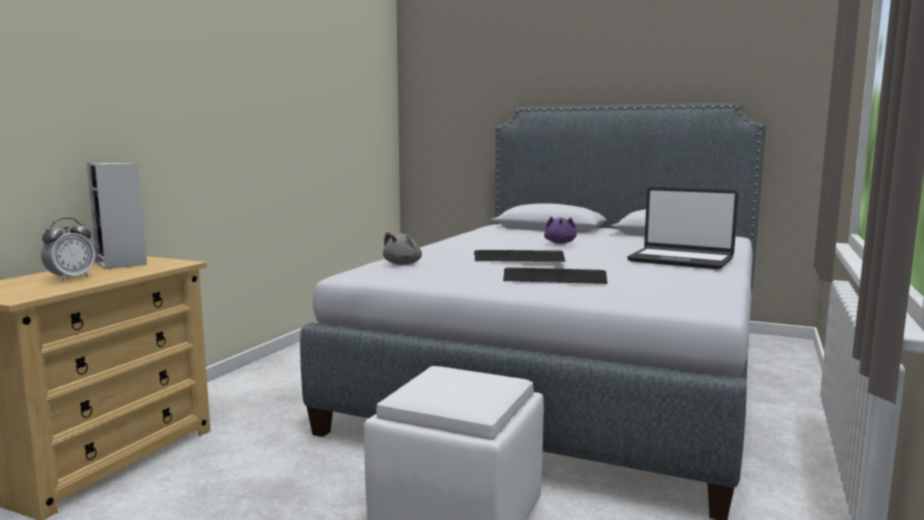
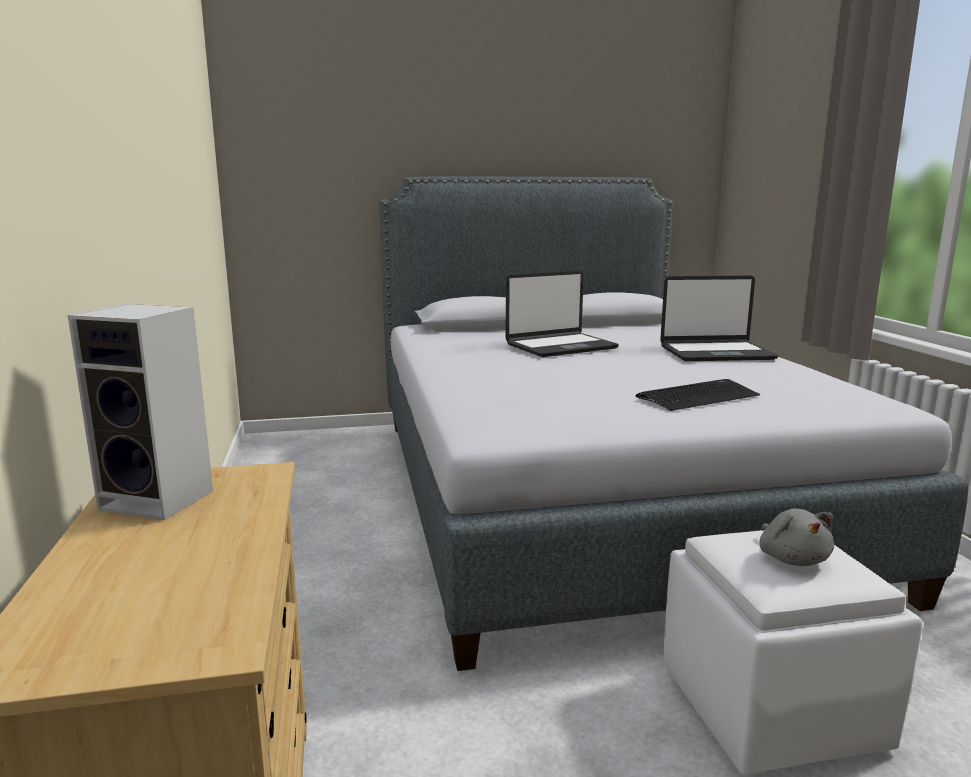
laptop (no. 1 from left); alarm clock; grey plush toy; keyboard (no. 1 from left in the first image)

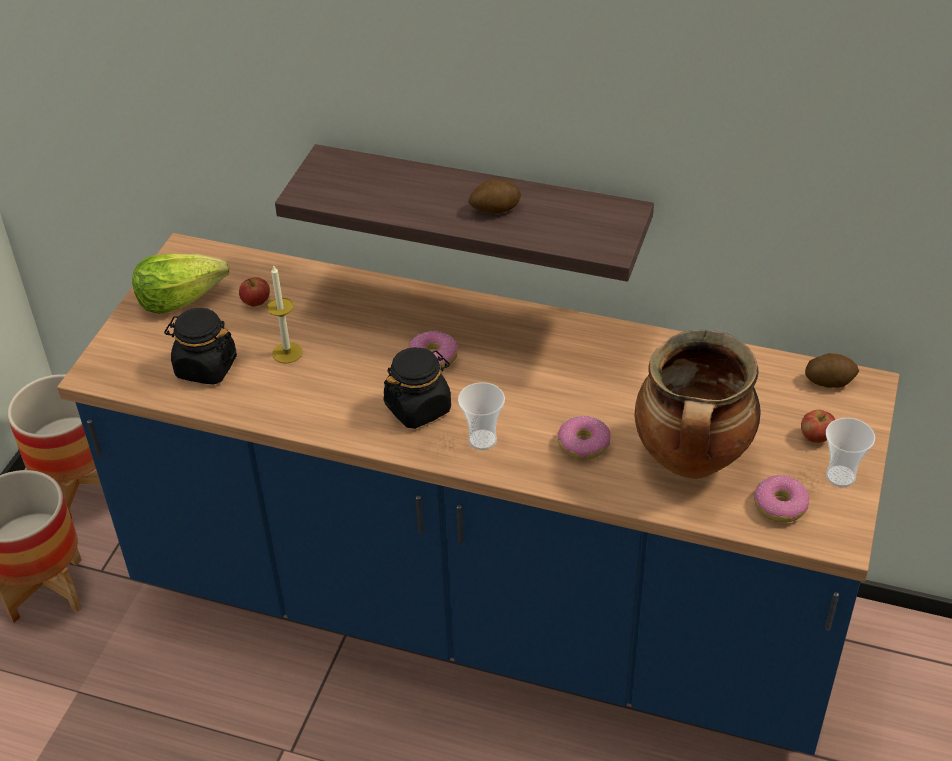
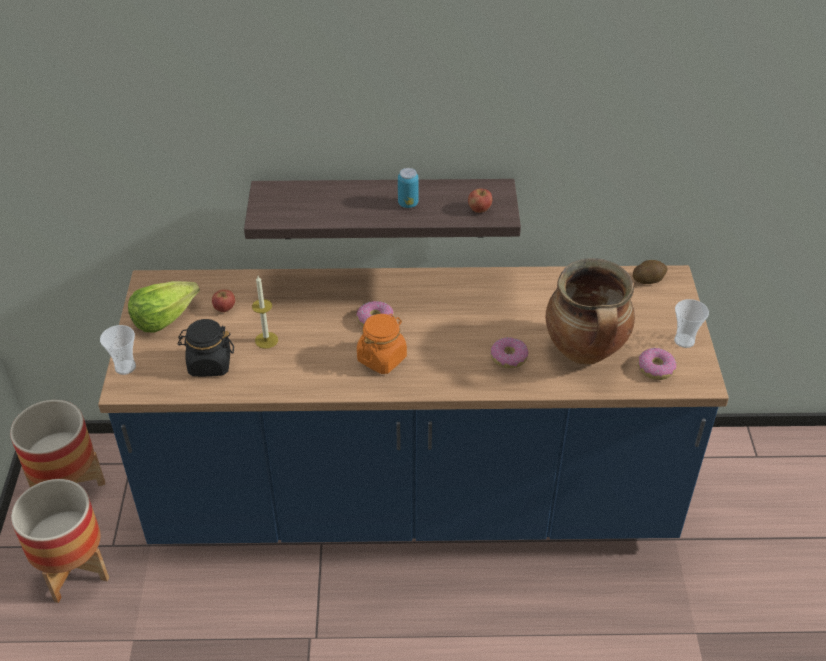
can; orange jar; cup (no. 1 from left); apple (no. 2 from left)

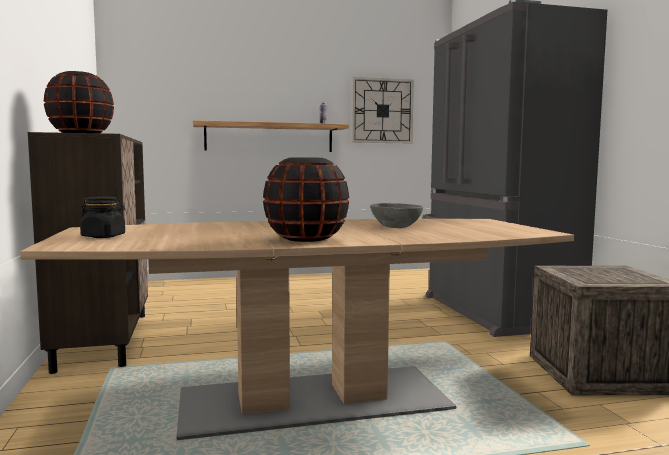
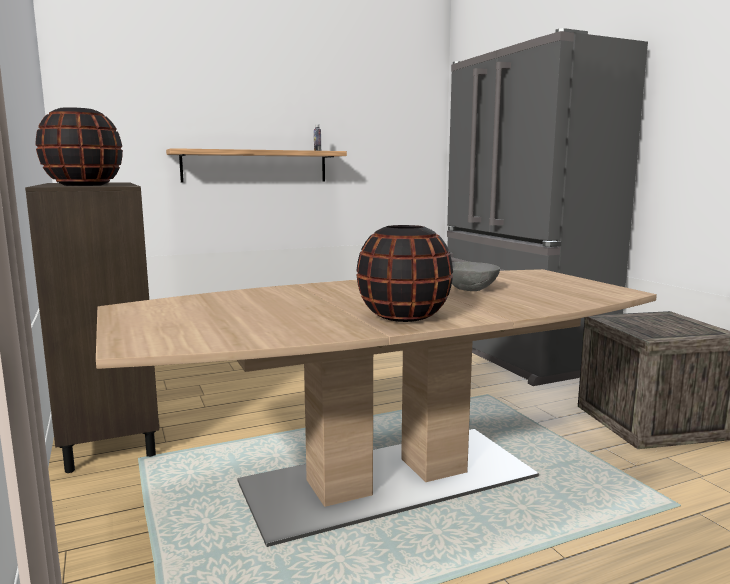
wall clock; black jar

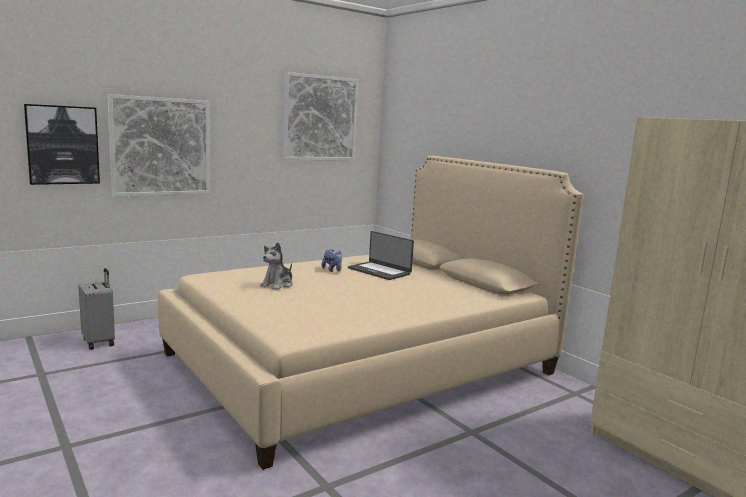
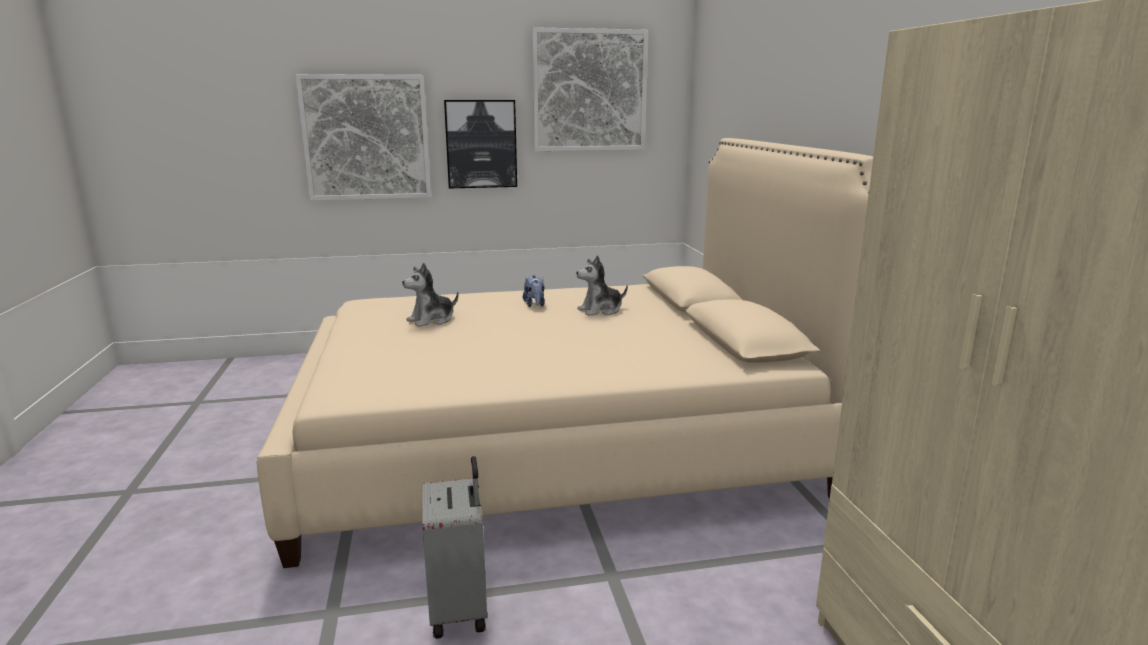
picture (no. 2 from left); plush toy (no. 3 from left); grey suitcase

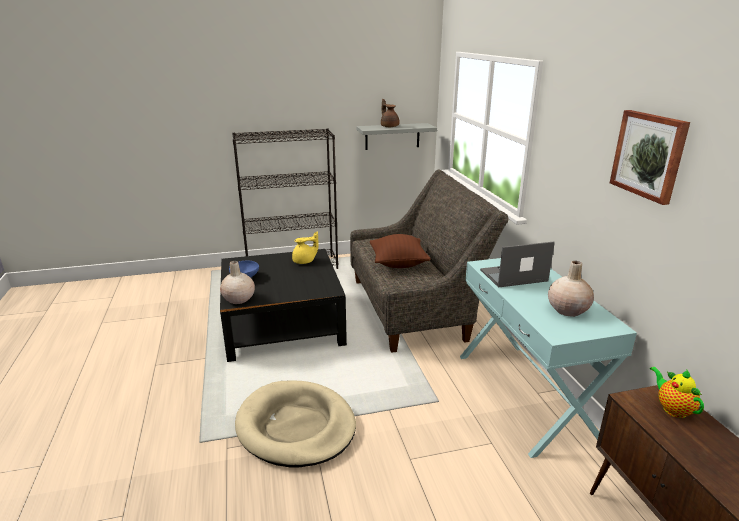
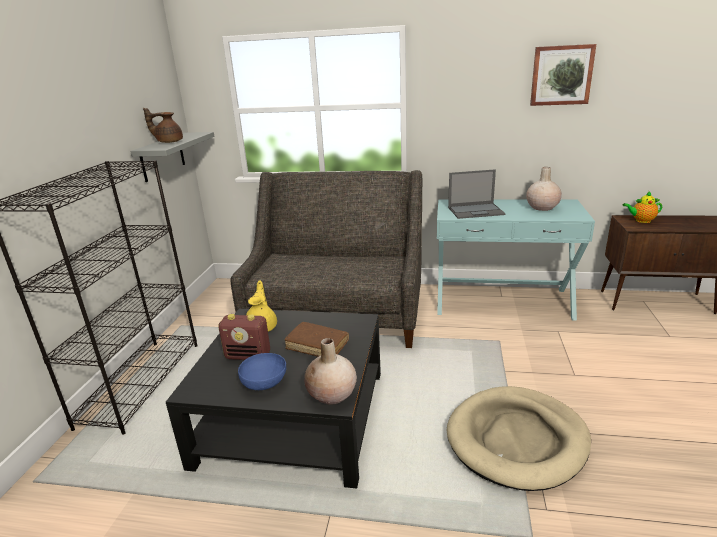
brown pillow; laptop; radio; brown book

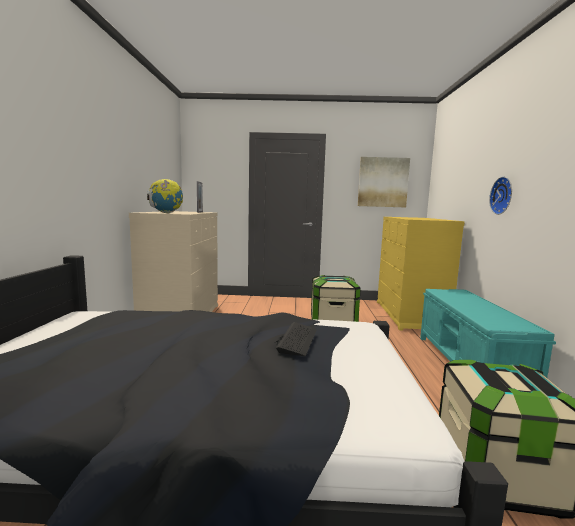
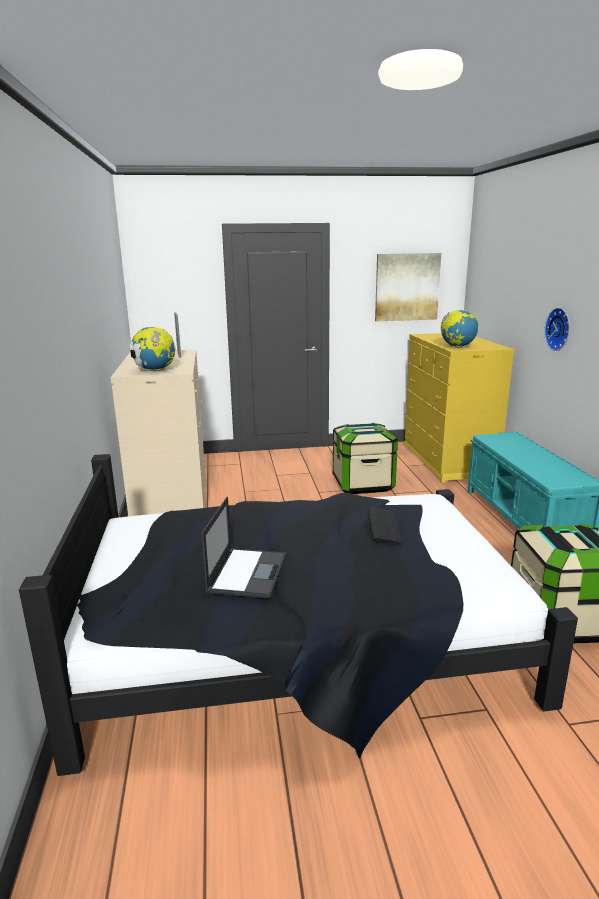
globe (no. 2 from left); laptop

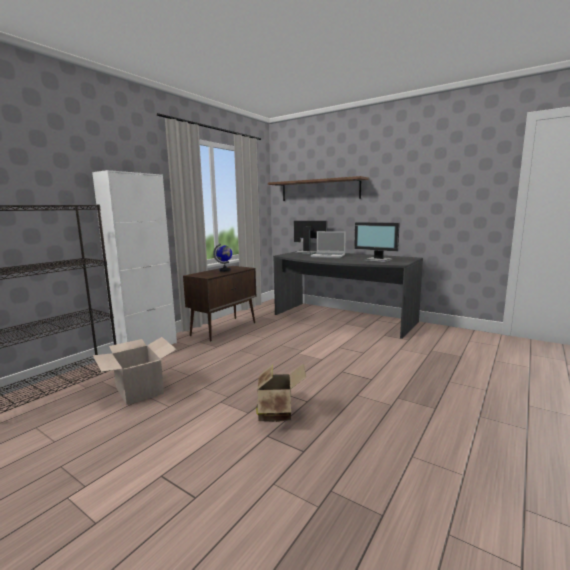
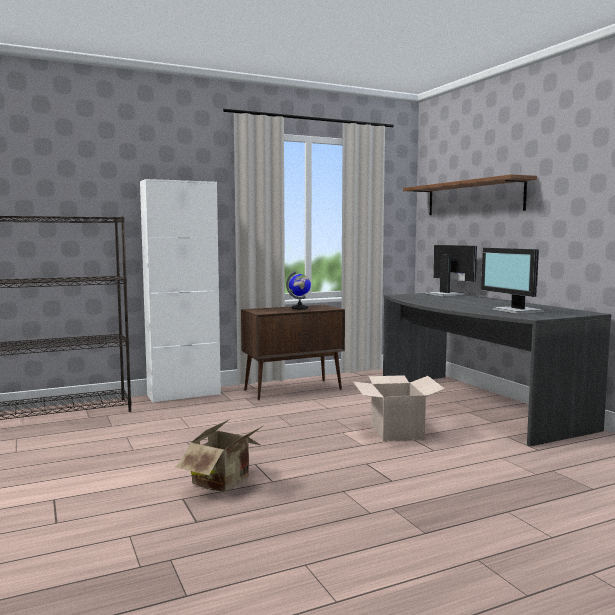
laptop; cardboard box (no. 2 from left)

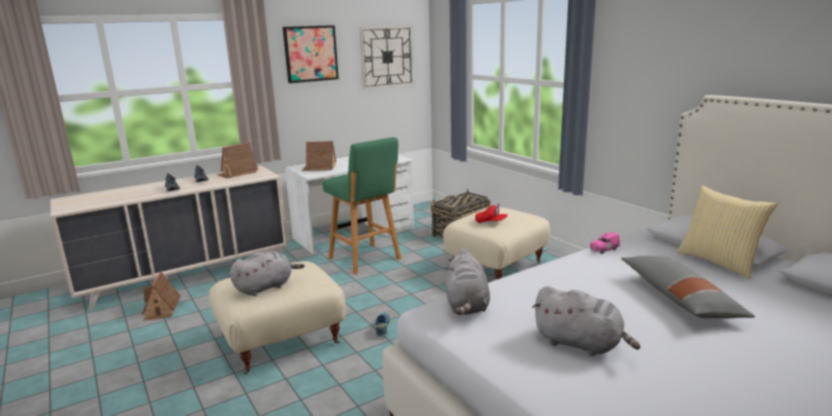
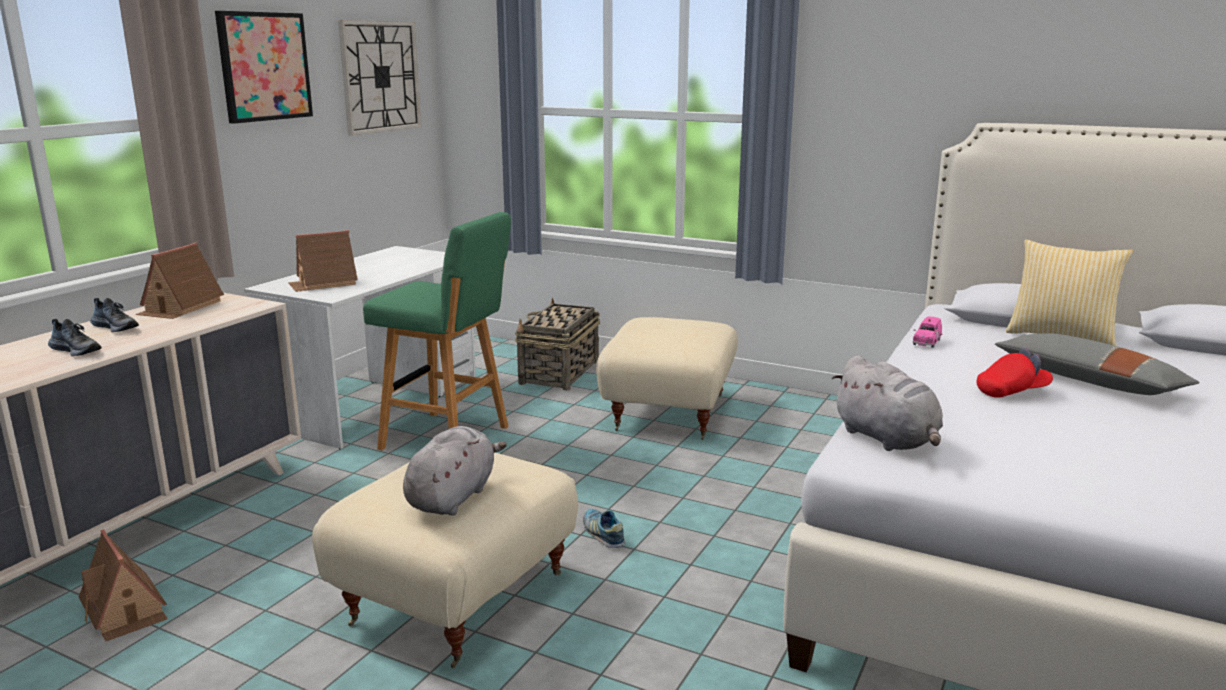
red cap; grey plush toy (no. 3 from left in the first image)

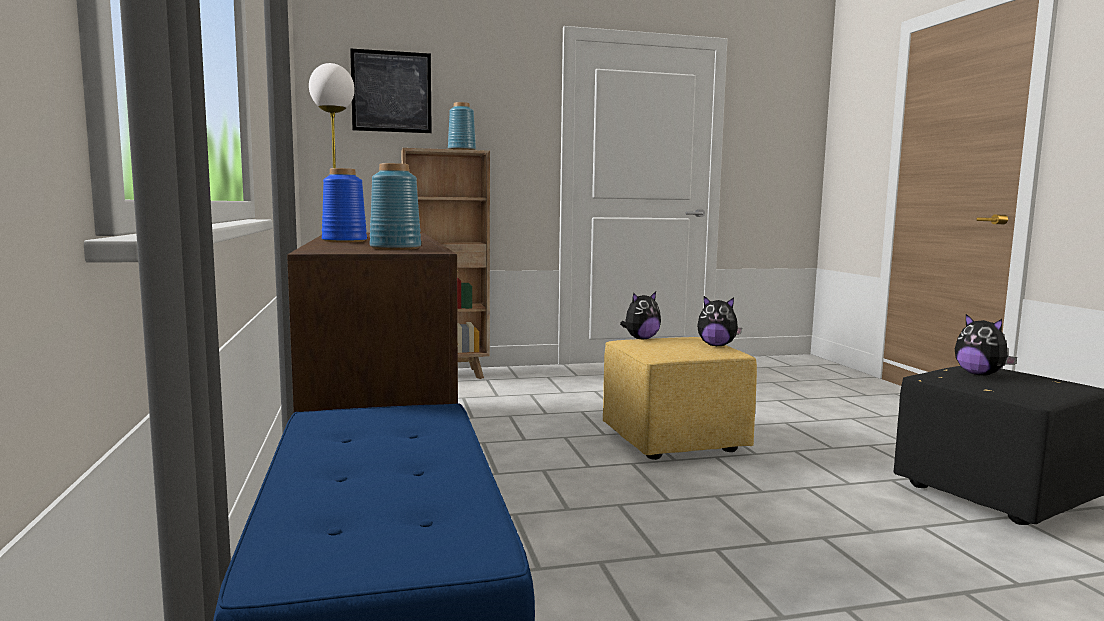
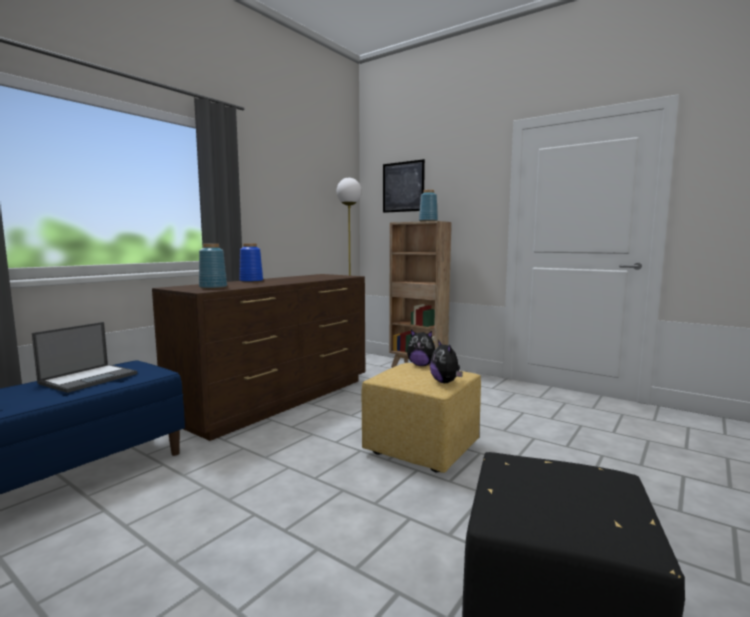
plush toy (no. 3 from left in the first image); laptop

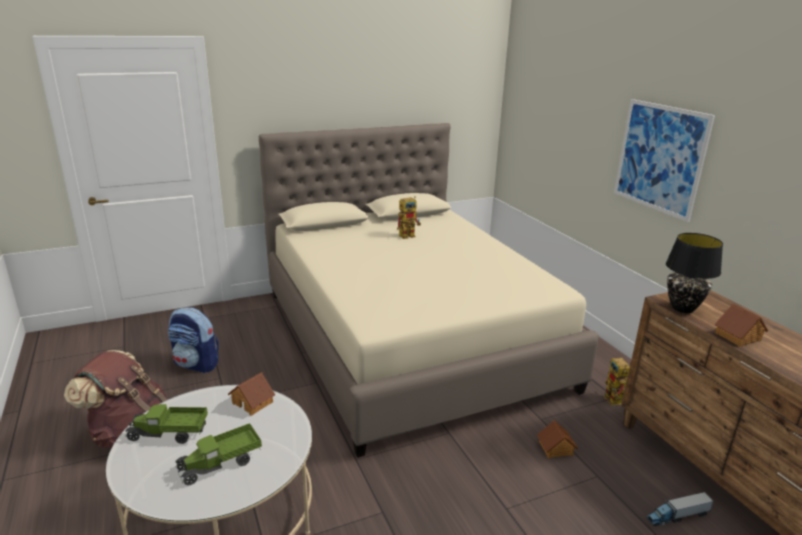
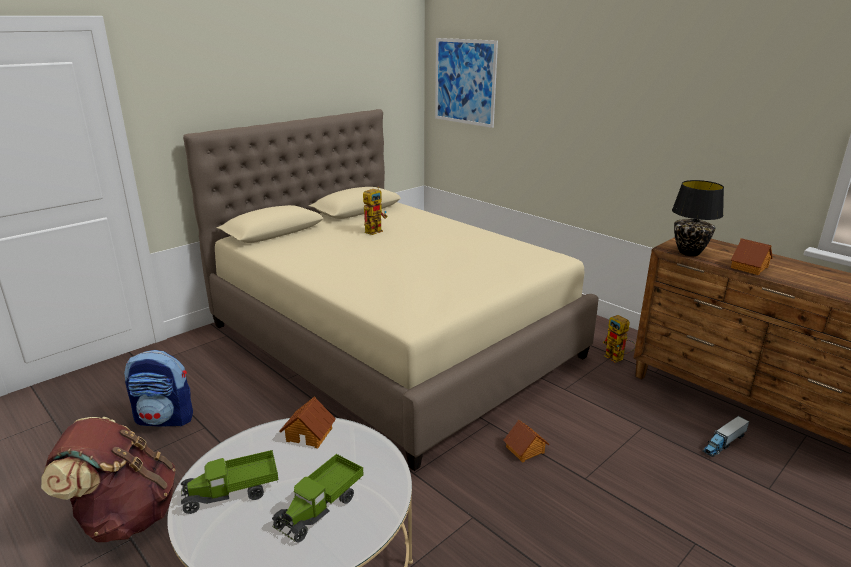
picture; toy house (no. 2 from left)

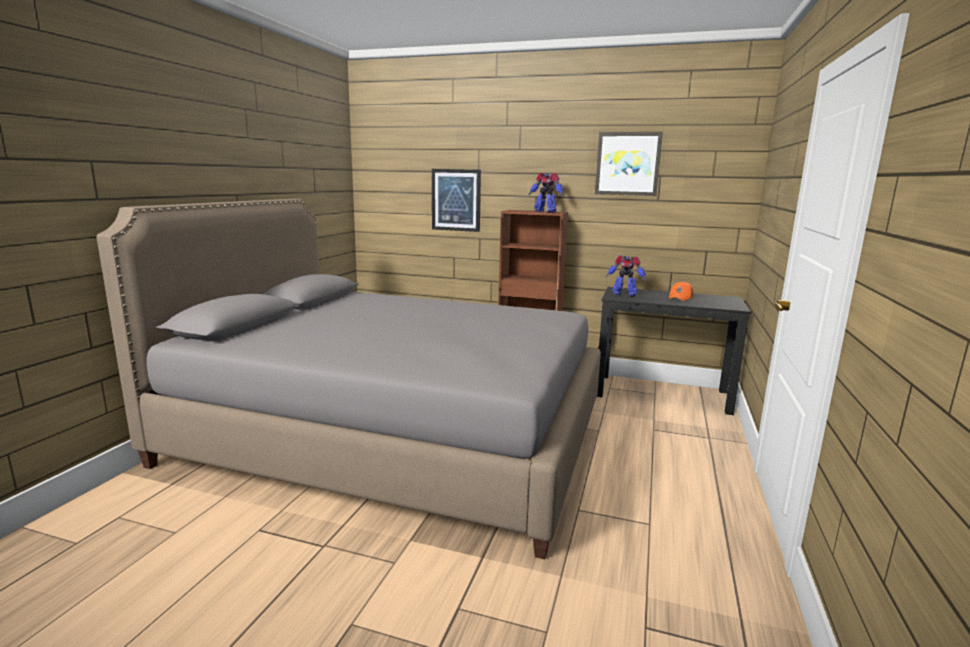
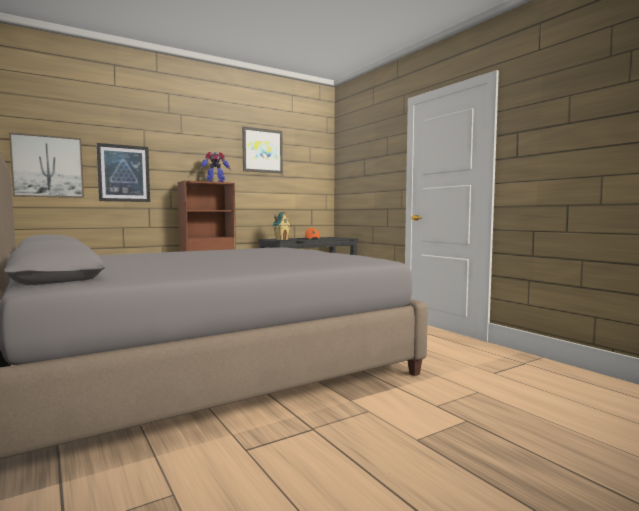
toy house; picture (no. 1 from left)

